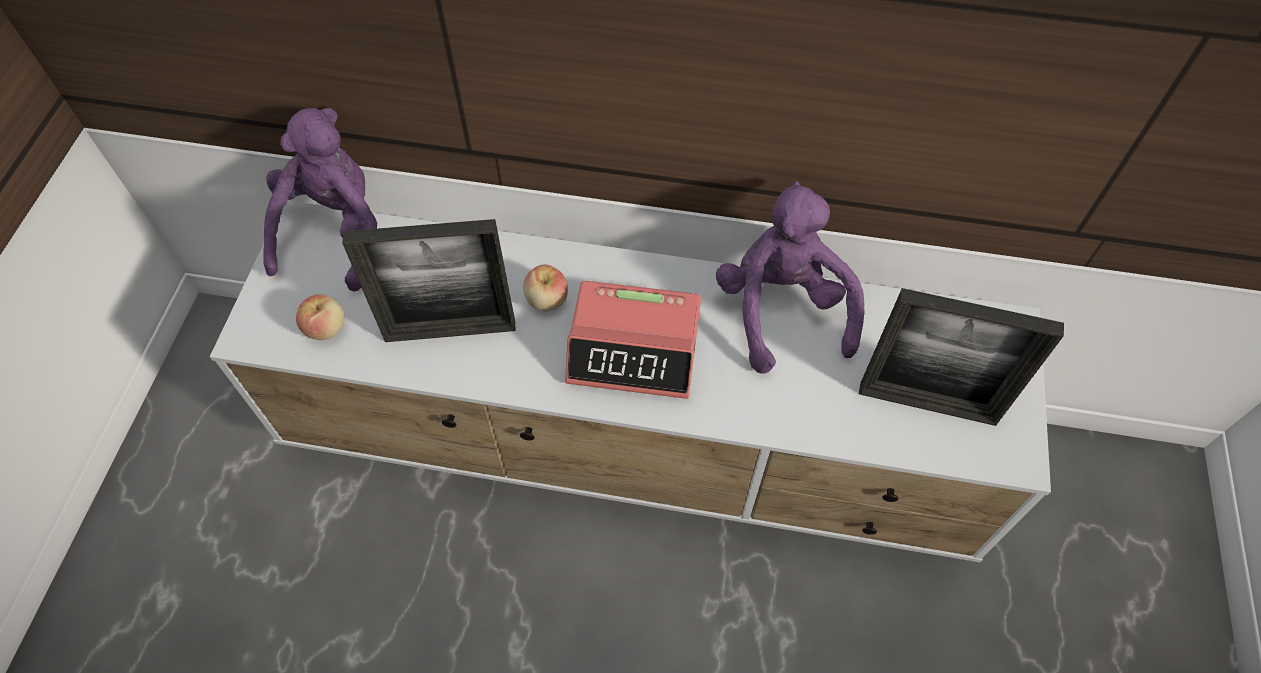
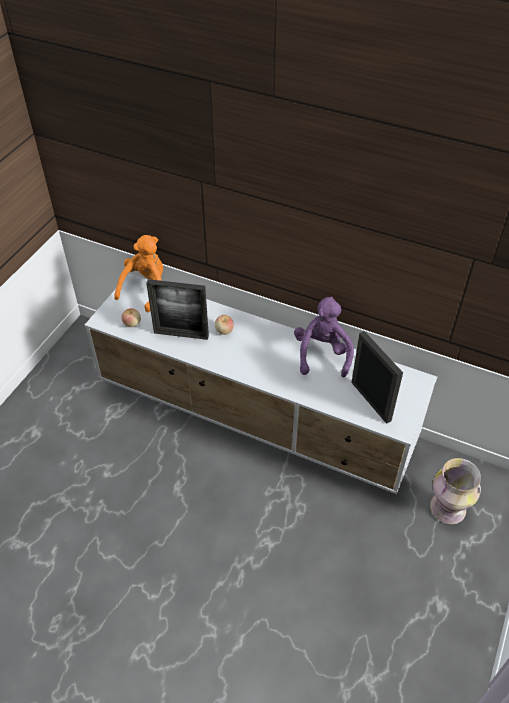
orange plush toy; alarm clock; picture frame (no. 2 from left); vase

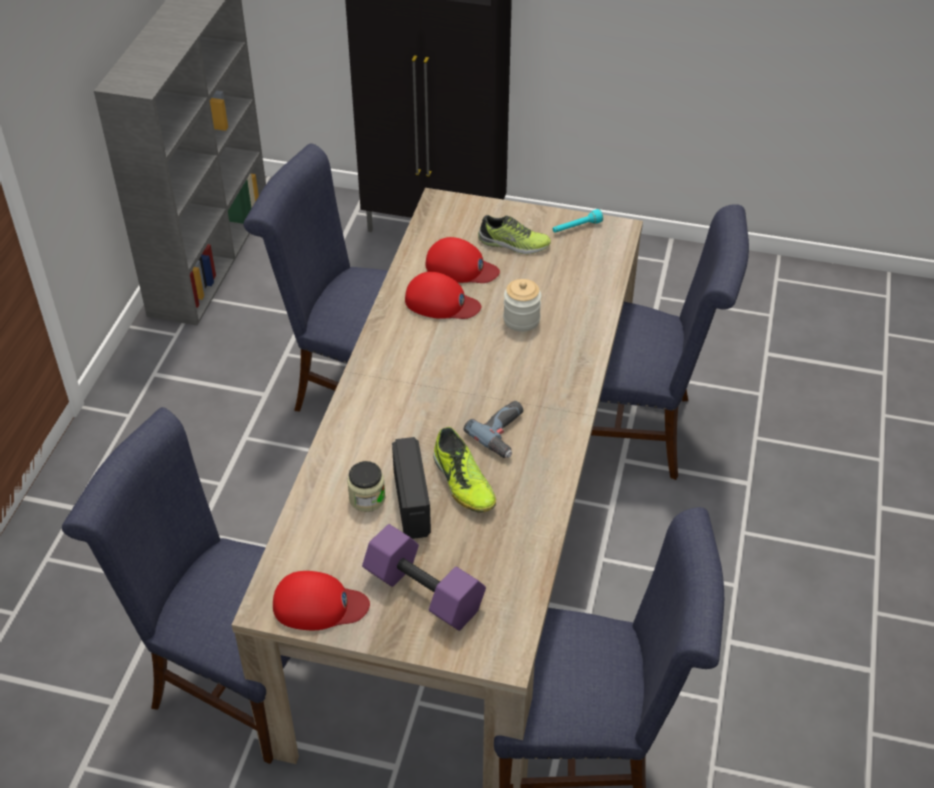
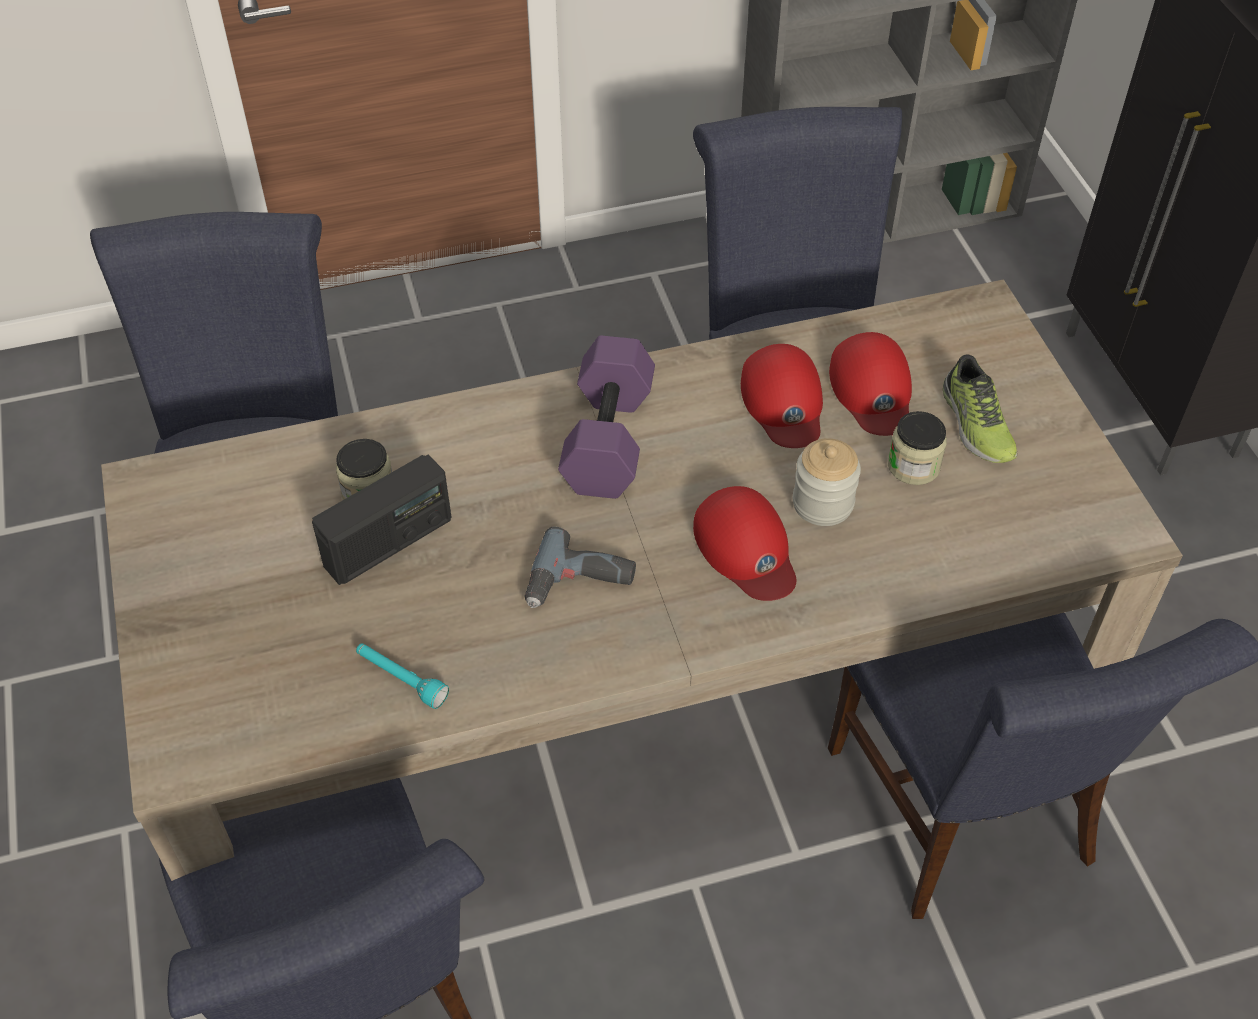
turquoise flashlight; shoe (no. 1 from left in the first image); purple dumbbell; red cap (no. 1 from left); jar (no. 3 from left)

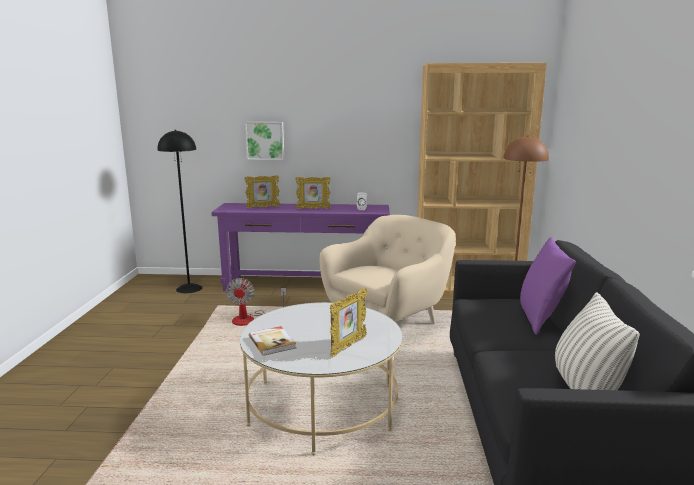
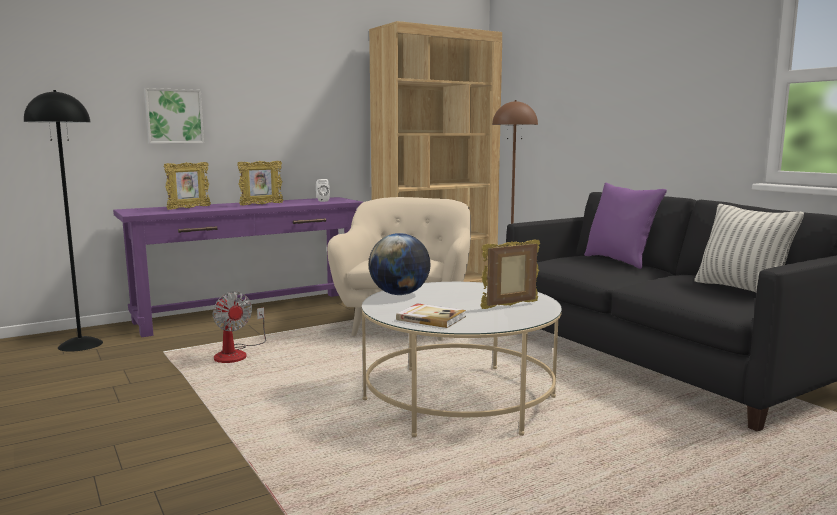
picture frame (no. 3 from left); globe

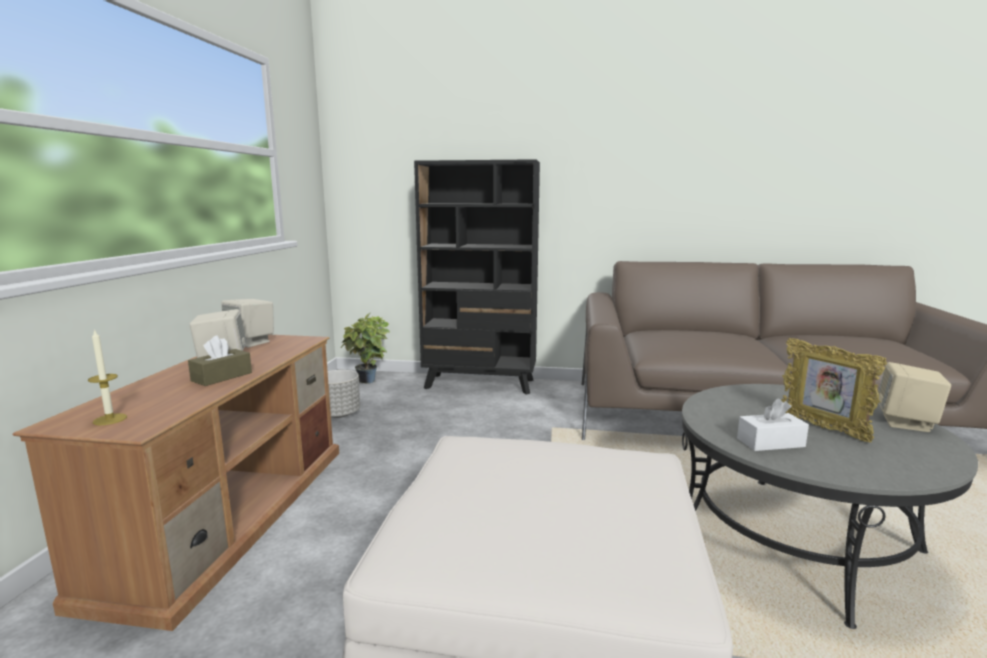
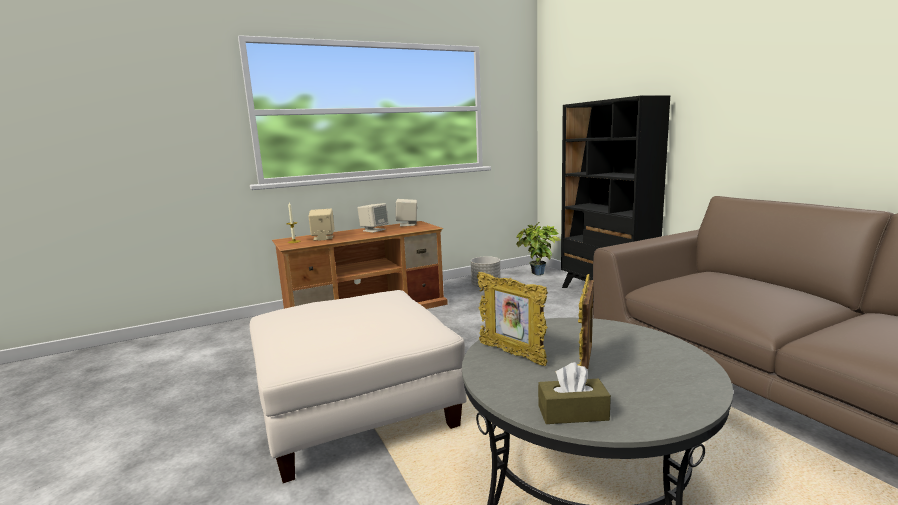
brown tissue box; beige speaker (no. 1 from left); picture frame (no. 1 from left)

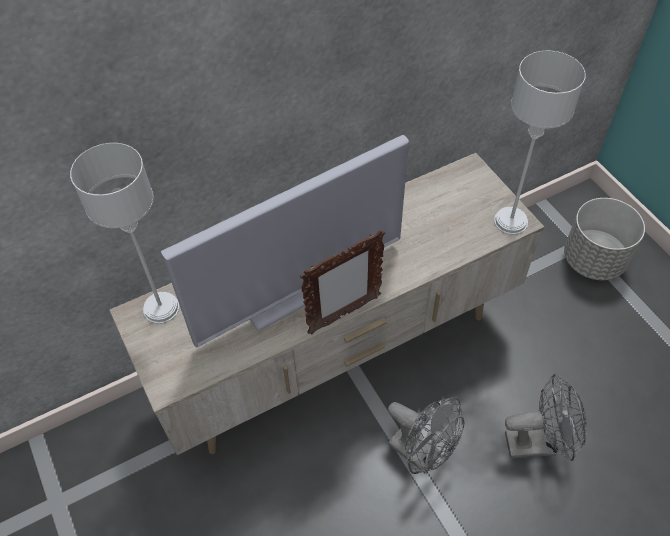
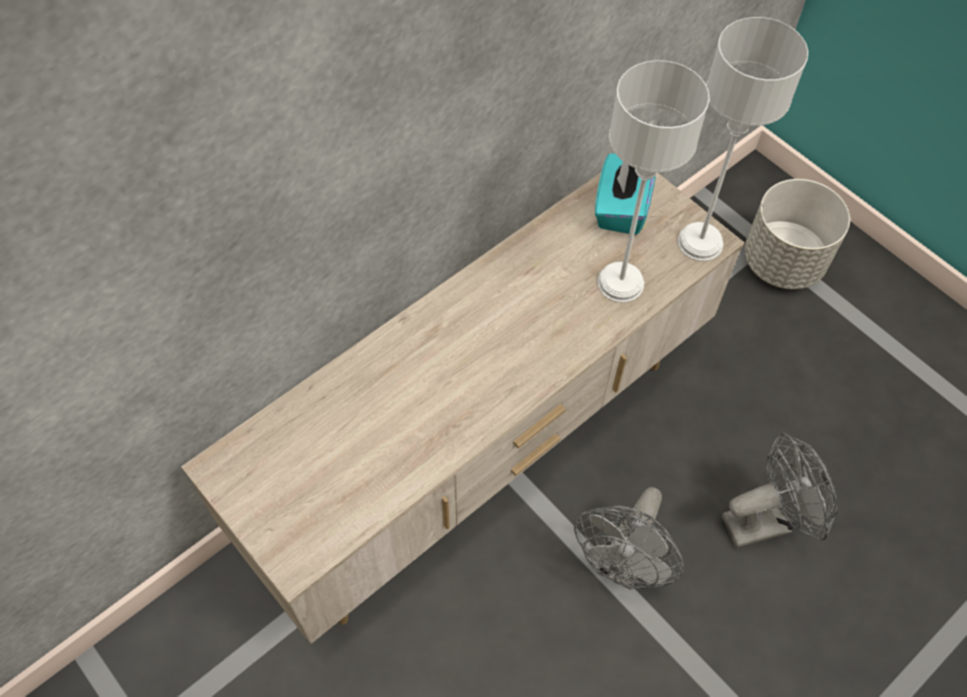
television; grey table lamp (no. 1 from left); picture frame; grey fan (no. 1 from left); turquoise tissue box

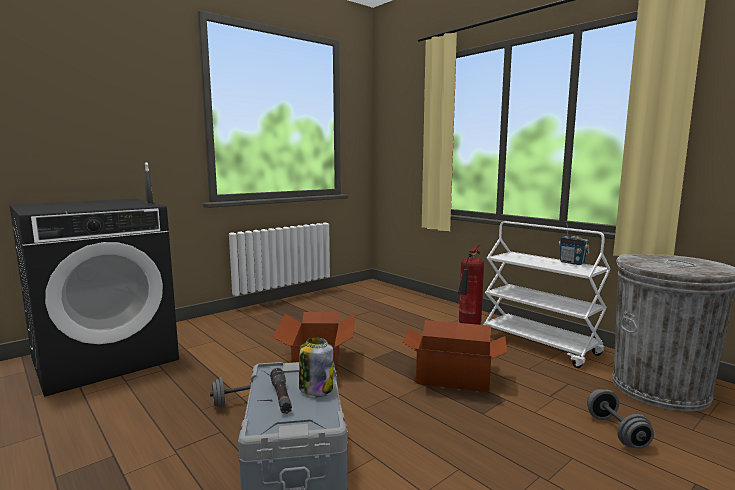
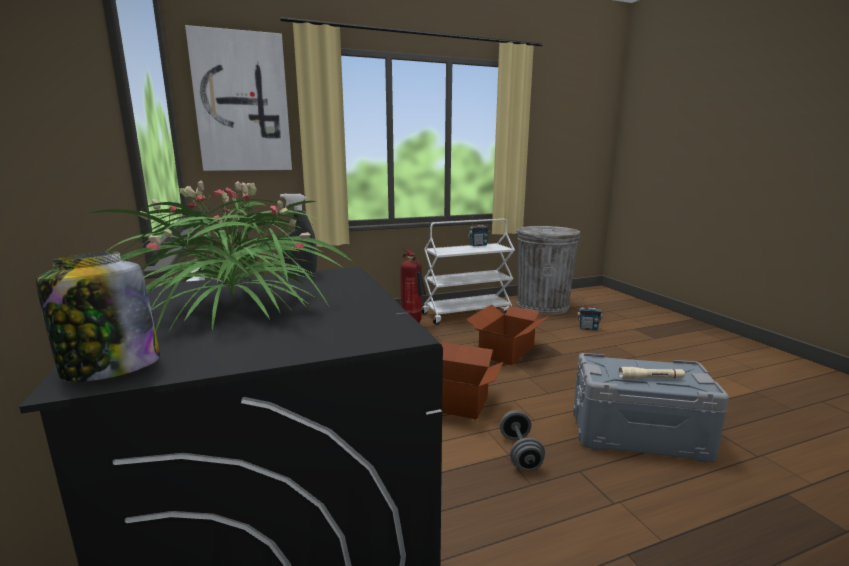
jar; beige flashlight; radio (no. 2 from left); picture; potted plant

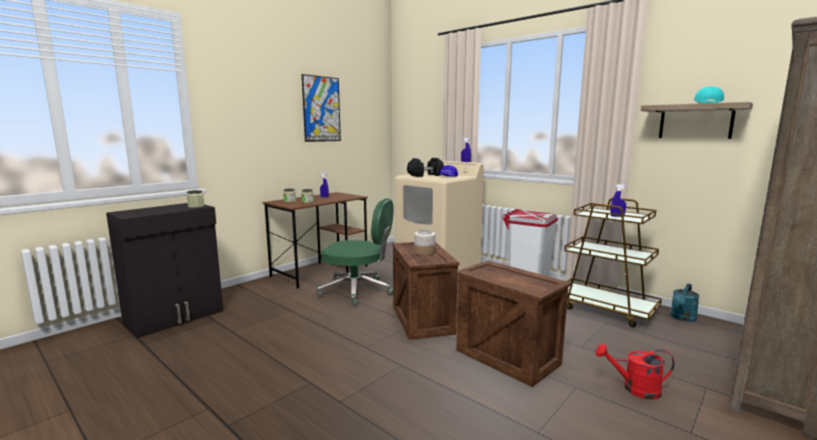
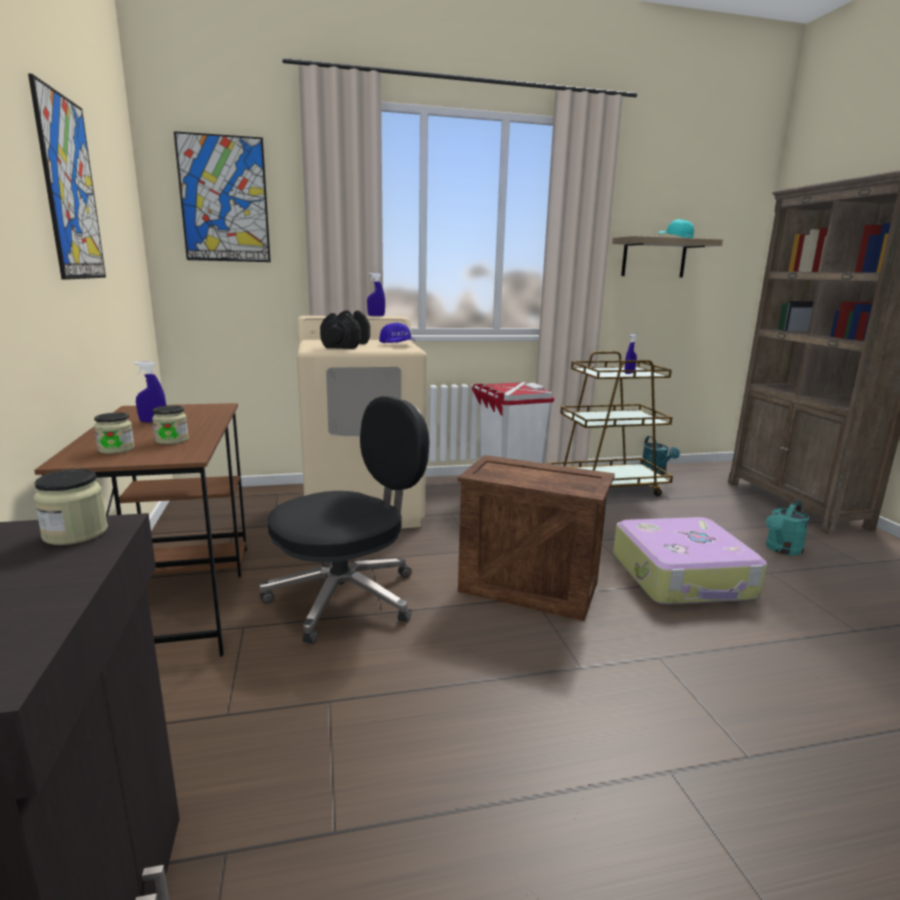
black office chair; jar (no. 4 from left in the first image); suitcase; turquoise watering can (no. 2 from left); picture (no. 2 from left)

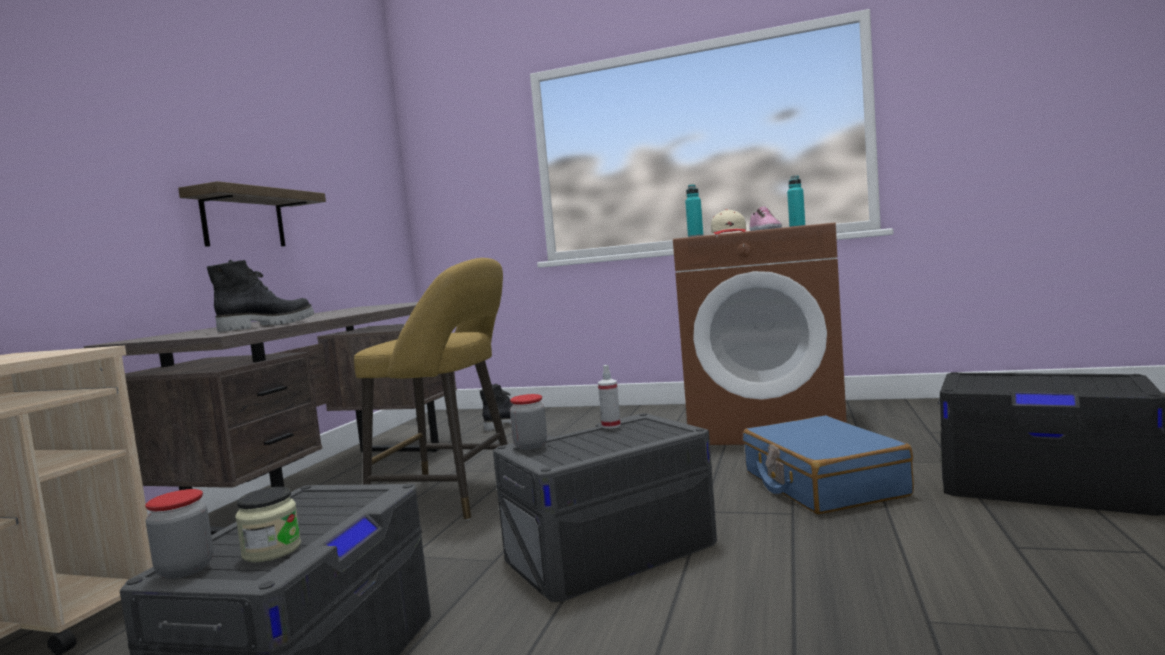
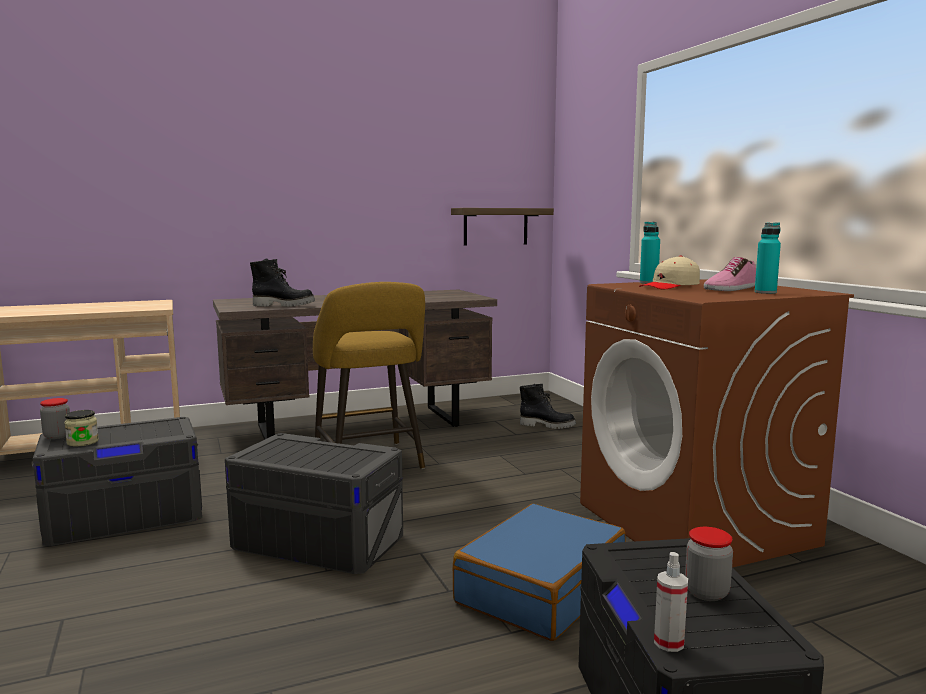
shelf; spray bottle; jar (no. 3 from left)

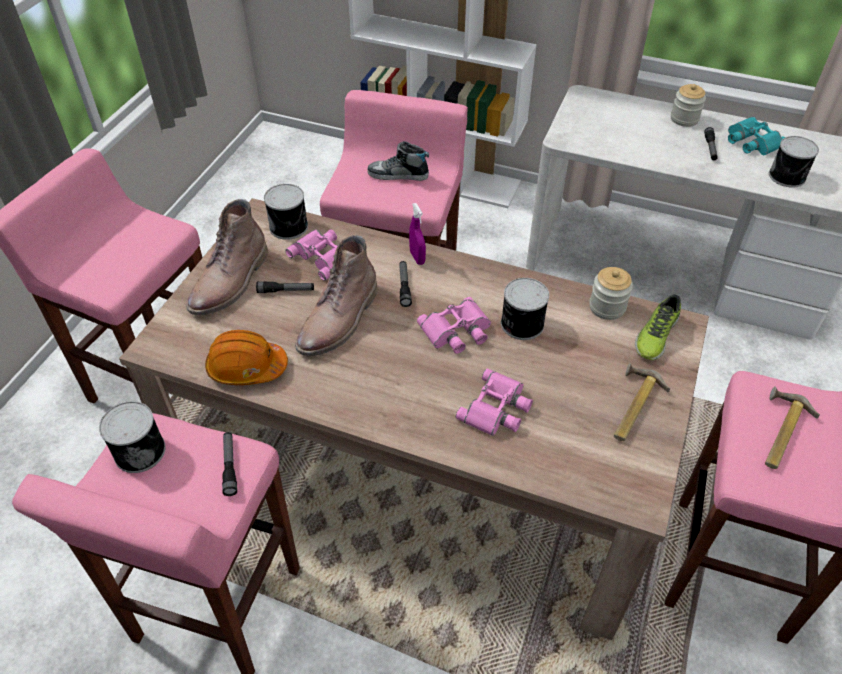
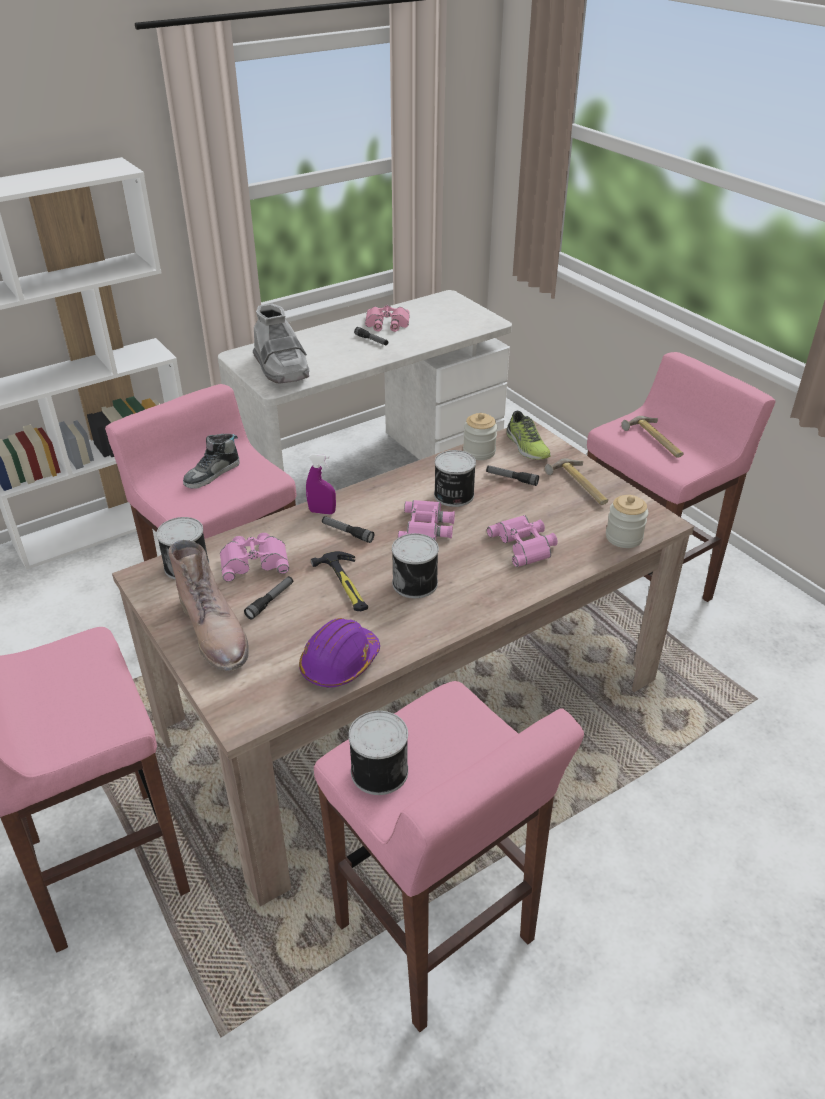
jar (no. 2 from left); pink binoculars (no. 2 from left); can (no. 3 from left); hammer (no. 1 from left); purple hard hat; flashlight (no. 4 from left); grey boot

